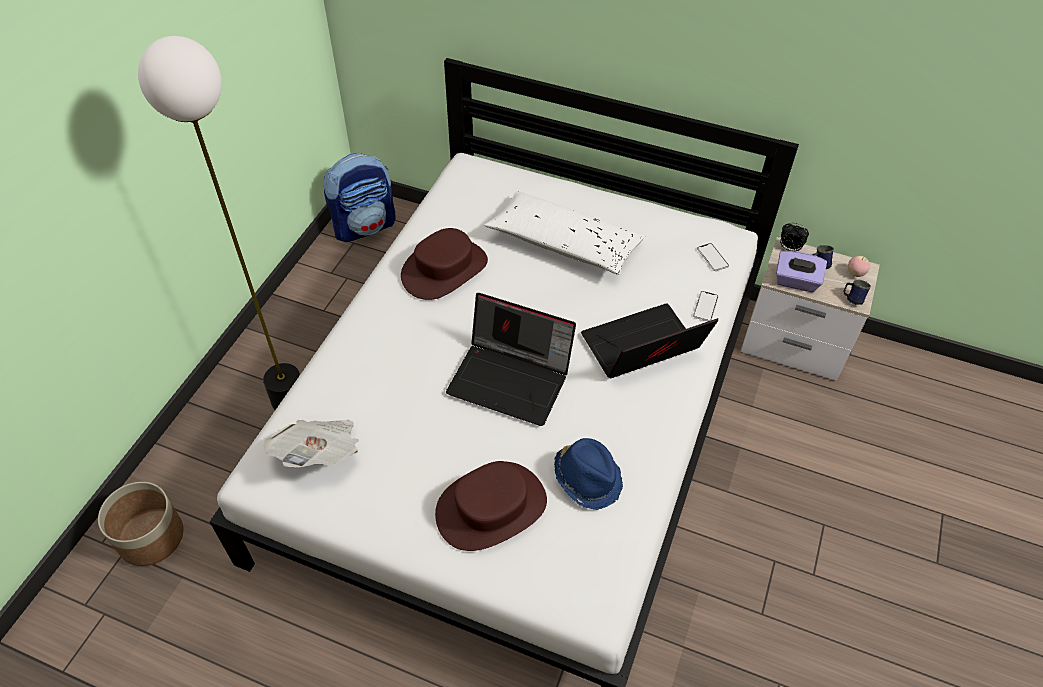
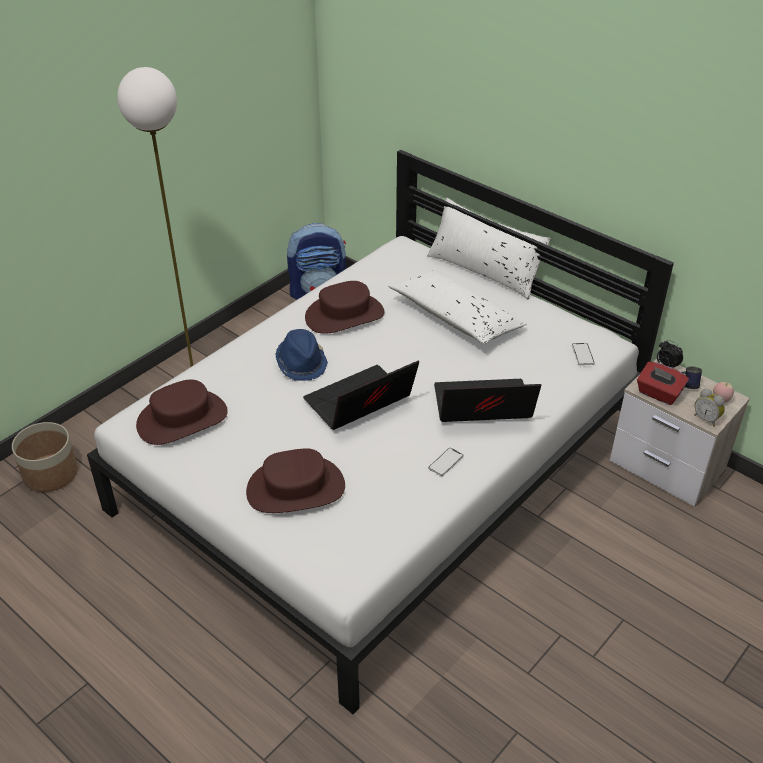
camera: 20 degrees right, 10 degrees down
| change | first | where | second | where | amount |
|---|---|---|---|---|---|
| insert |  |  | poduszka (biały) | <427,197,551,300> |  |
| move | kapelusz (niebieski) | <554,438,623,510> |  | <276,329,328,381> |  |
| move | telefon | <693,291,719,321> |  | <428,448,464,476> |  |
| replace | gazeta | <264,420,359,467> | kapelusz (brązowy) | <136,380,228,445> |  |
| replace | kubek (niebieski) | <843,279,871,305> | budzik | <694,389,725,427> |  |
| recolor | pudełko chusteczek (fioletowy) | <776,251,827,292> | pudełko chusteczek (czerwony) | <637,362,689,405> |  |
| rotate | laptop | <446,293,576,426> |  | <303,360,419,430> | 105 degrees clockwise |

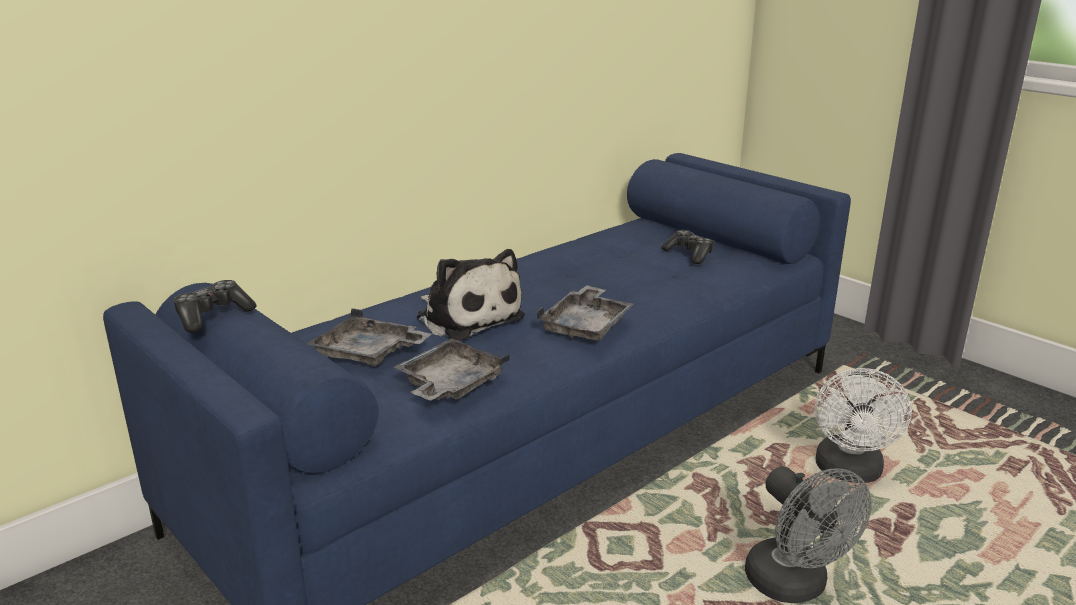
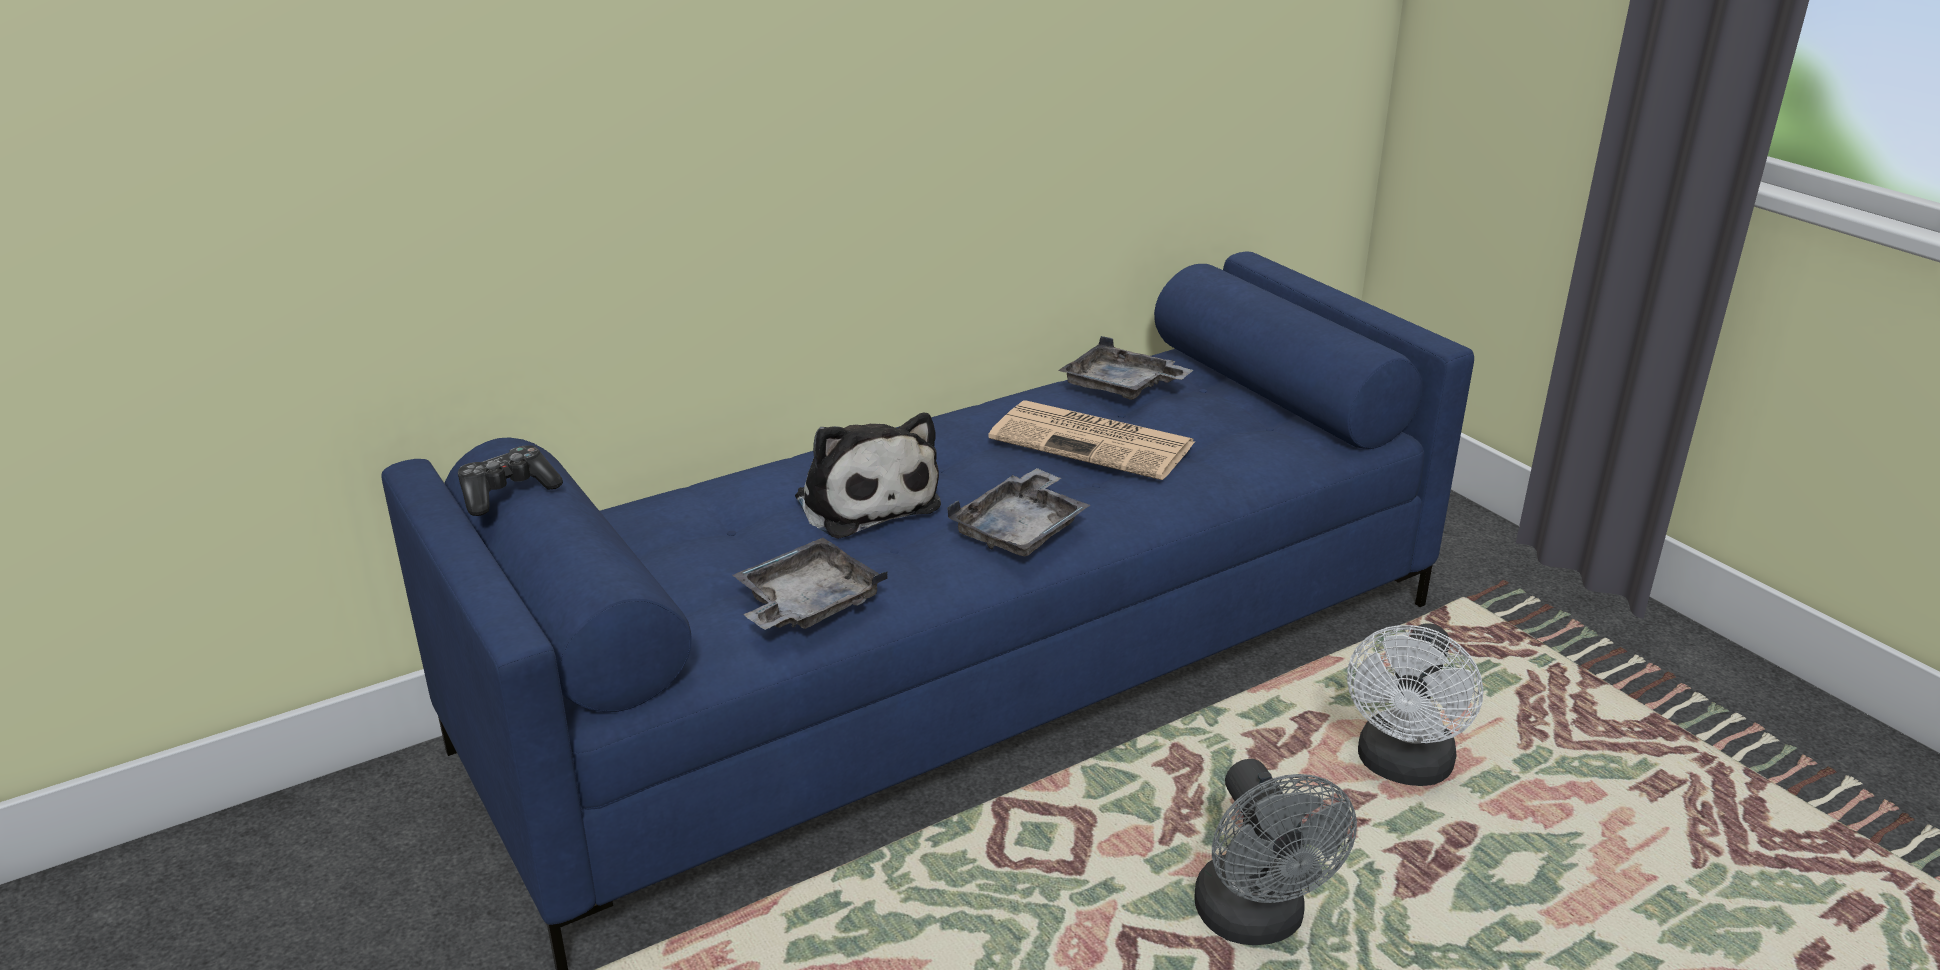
camera: 10 degrees right, 5 degrees up
| change | first | where | second | where | amount |
|---|---|---|---|---|---|
| delete | pad do gier | <662,230,715,264> |  |  |  |
| insert |  |  | gazeta | <988,401,1195,480> |  |
| move | taca (szary) | <307,309,431,366> |  | <1058,336,1193,400> |  |

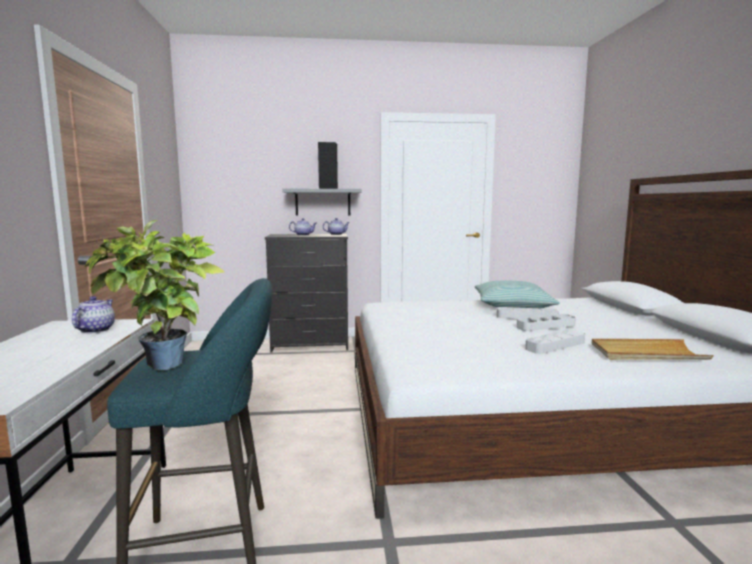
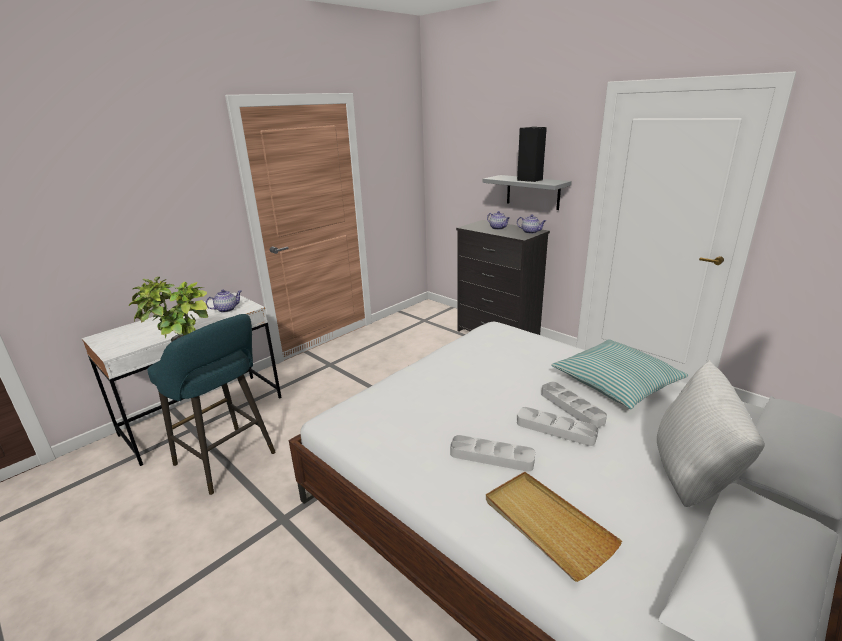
camera: 50 degrees right, 15 degrees up
| change | first | where | second | where | amount |
|---|---|---|---|---|---|
| insert |  |  | poduszka (biały) | <657,360,765,507> |  |

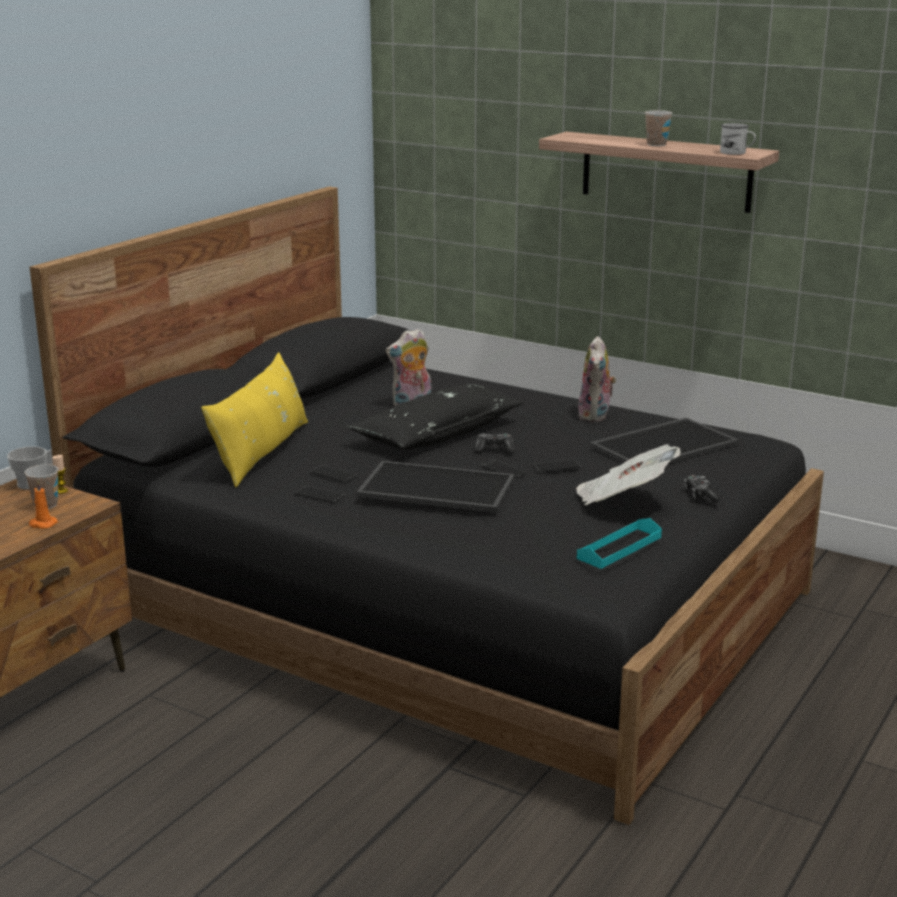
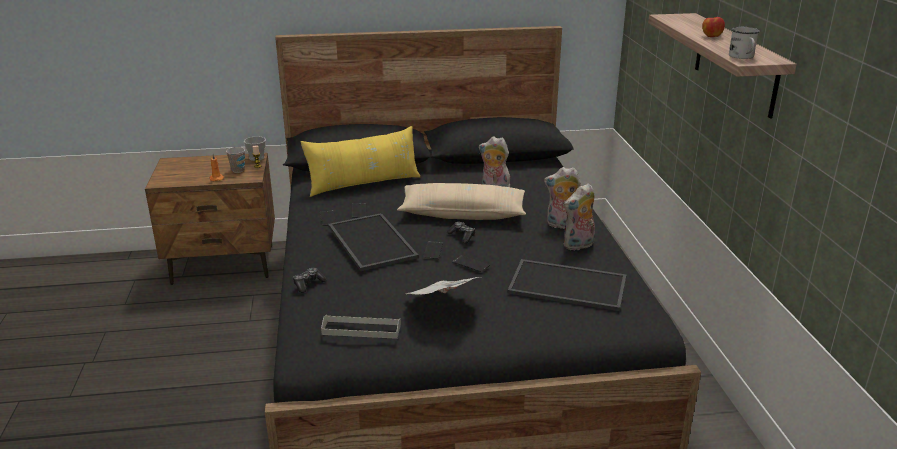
camera: 50 degrees right, 5 degrees up
| change | first | where | second | where | amount |
|---|---|---|---|---|---|
| insert |  |  | pluszak | <544,167,581,229> |  |
| move | pad do gier | <684,475,720,503> |  | <293,268,327,293> |  |
| replace | filiżanka | <645,110,672,146> | jabłko | <702,17,725,37> |  |
| recolor | poduszka (czarny) | <346,384,524,450> | poduszka (beżowy) | <397,183,526,220> |  |
| recolor | taca (turkusowy) | <577,518,662,569> | taca (szary) | <321,315,401,339> |  |

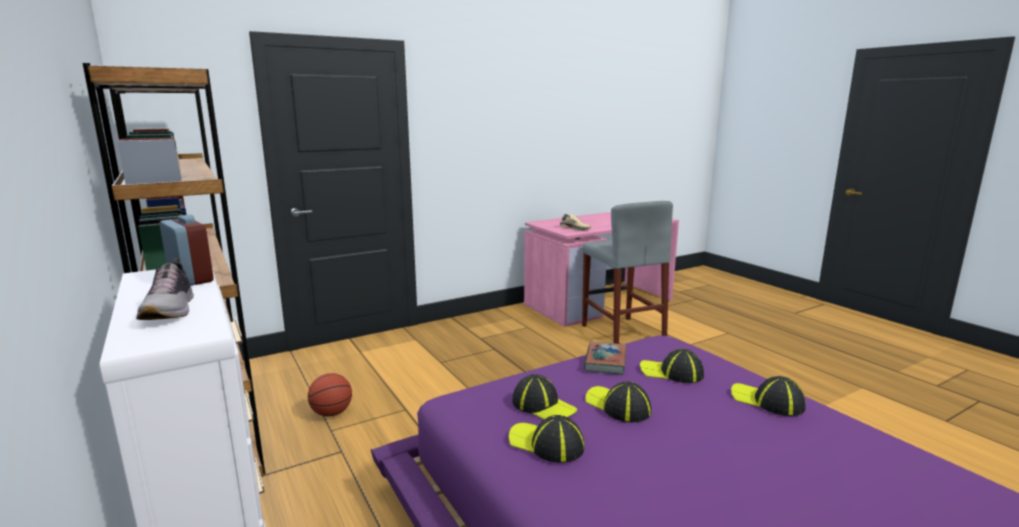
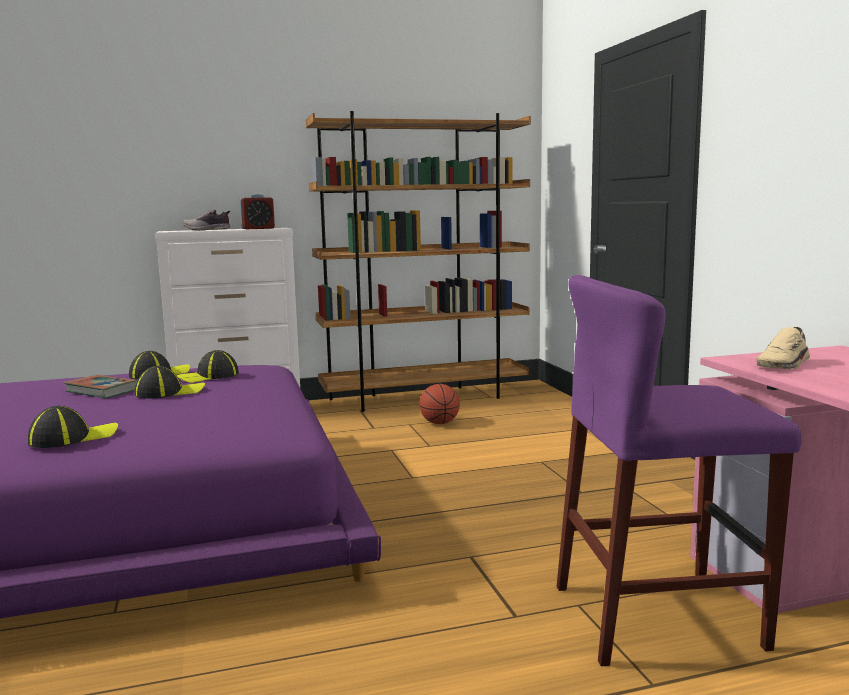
camera: 105 degrees right, 5 degrees down
| change | first | where | second | where | amount |
|---|---|---|---|---|---|
| delete | czapka z daszkiem | <640,349,704,383> |  |  |  |
| move | książka | <584,342,627,374> |  | <64,375,137,398> |  |
| recolor | stołek (szary) | <582,201,673,344> | stołek (fioletowy) | <557,275,802,666> |  |

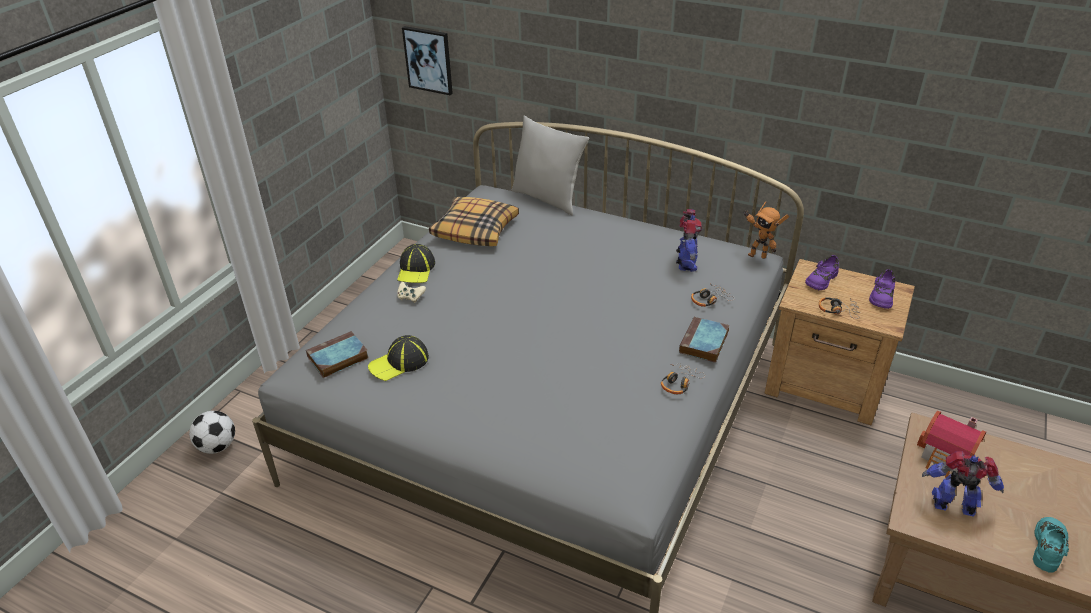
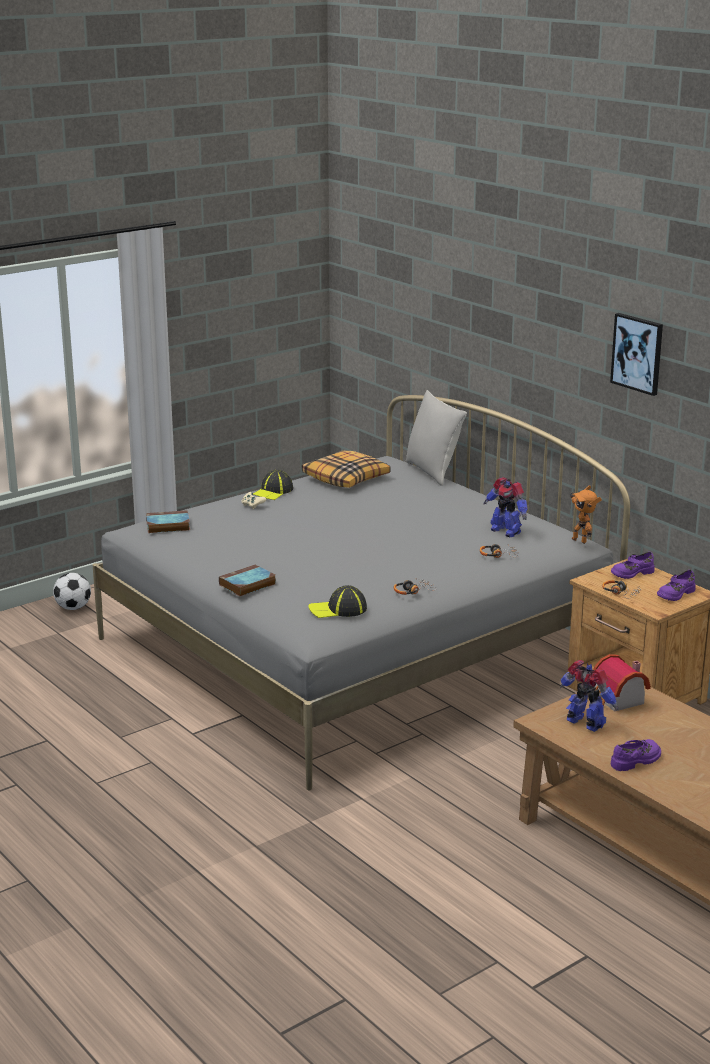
camera: 25 degrees right, 15 degrees down
| change | first | where | second | where | amount |
|---|---|---|---|---|---|
| move | czapka z daszkiem | <368,335,429,381> |  | <309,585,367,618> |  |
| move | obraz | <402,26,453,95> |  | <610,313,663,396> |  |
| move | książka | <679,317,729,363> |  | <219,564,276,597> |  |
| recolor | but (turkusowy) | <1033,517,1069,572> | but (fioletowy) | <611,739,661,771> |  |
| rotate | robot zabawkowy | <676,209,702,272> |  | <483,477,528,537> | 105 degrees clockwise |

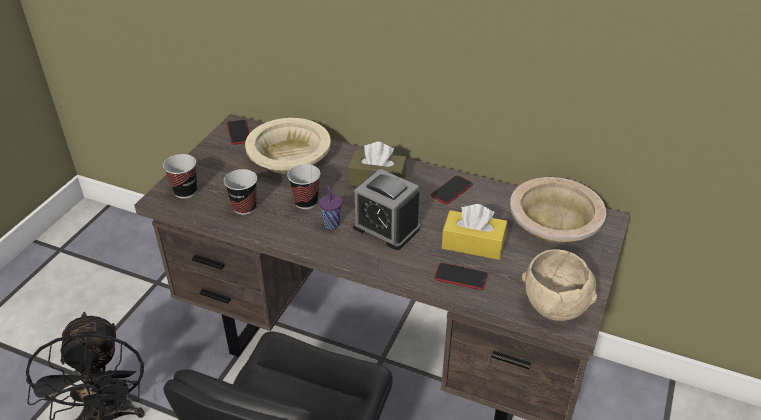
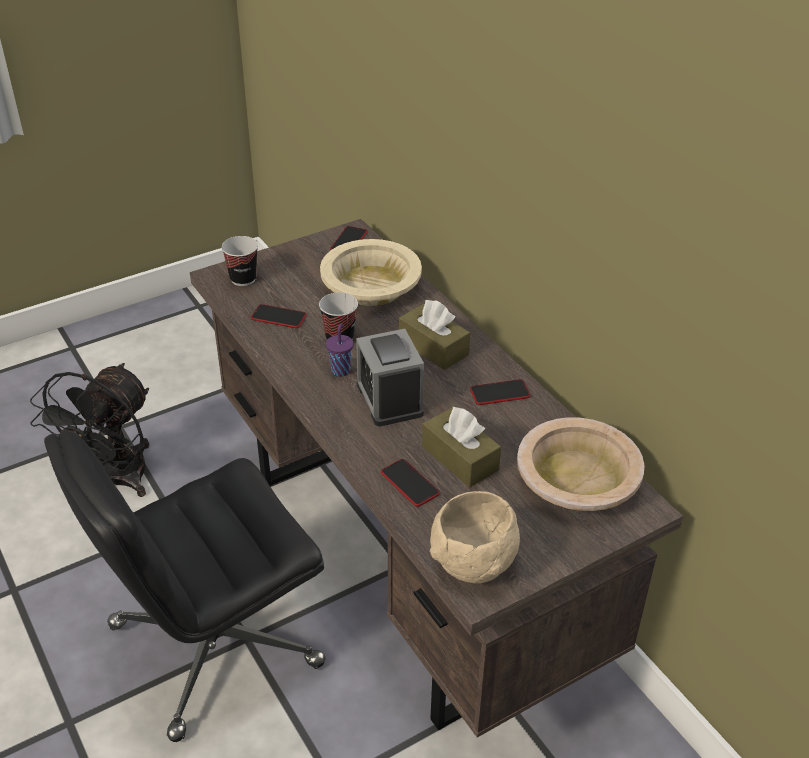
camera: 35 degrees right, 0 degrees up
| change | first | where | second | where | amount |
|---|---|---|---|---|---|
| replace | filiżanka | <224,169,257,215> | telefon | <251,304,307,328> |  |
| recolor | pudełko chusteczek (żółty) | <442,204,507,260> | pudełko chusteczek (brązowy) | <422,407,501,487> |  |

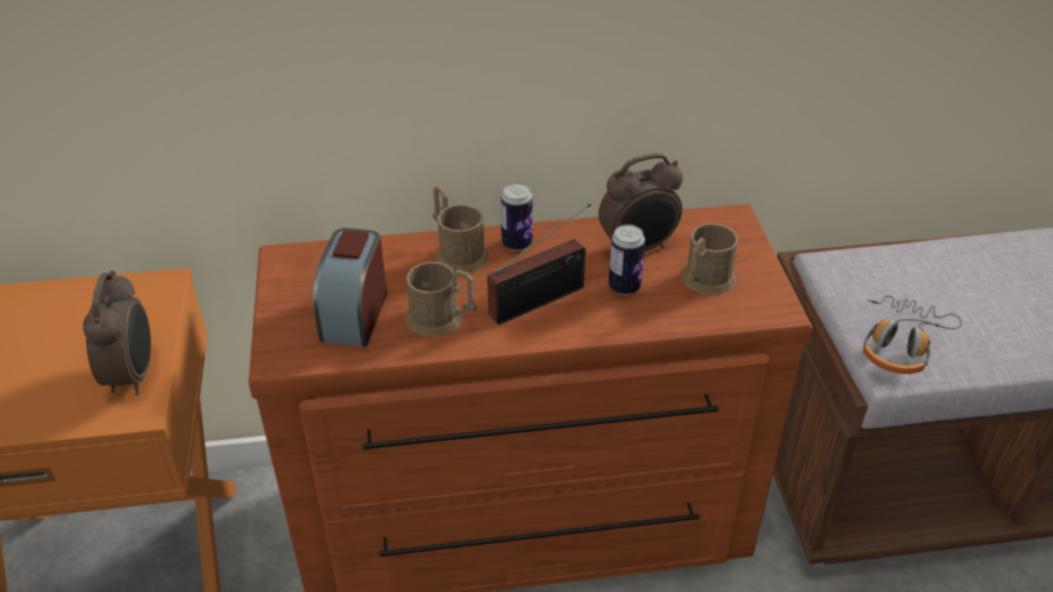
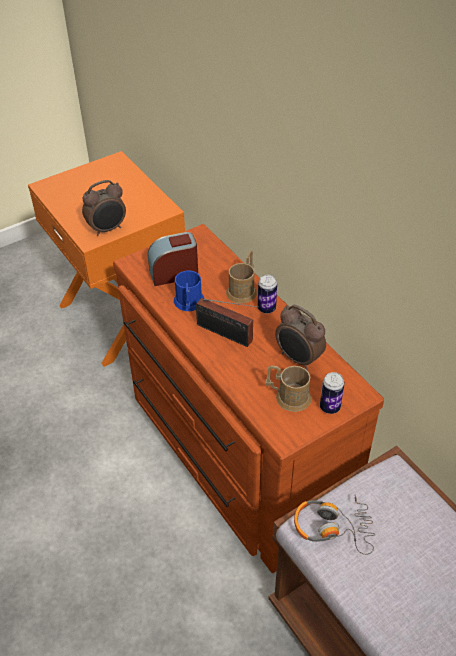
camera: 65 degrees right, 5 degrees up
| change | first | where | second | where | amount |
|---|---|---|---|---|---|
| move | puszka | <609,225,645,295> |  | <320,372,345,414> |  |
| recolor | kubek (brązowy) | <405,262,477,336> | kubek (niebieski) | <174,271,205,311> |  |

